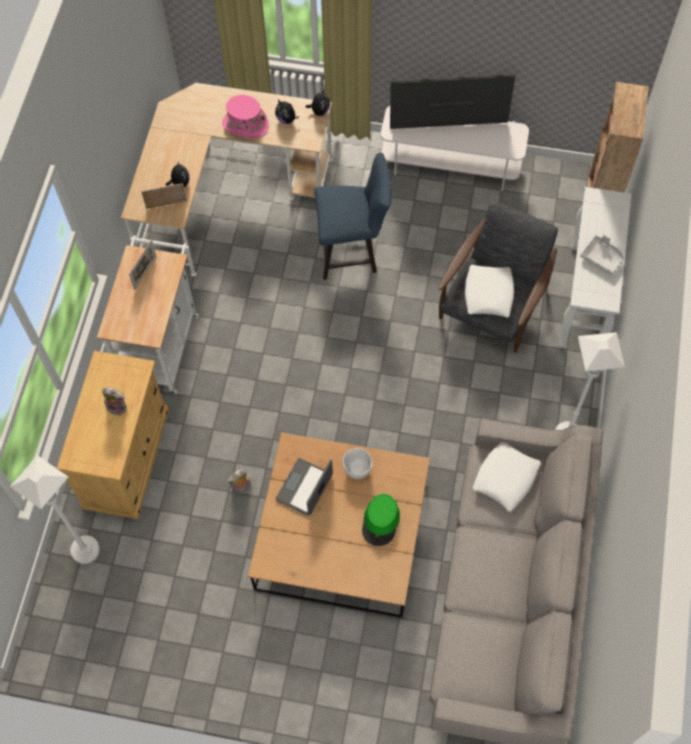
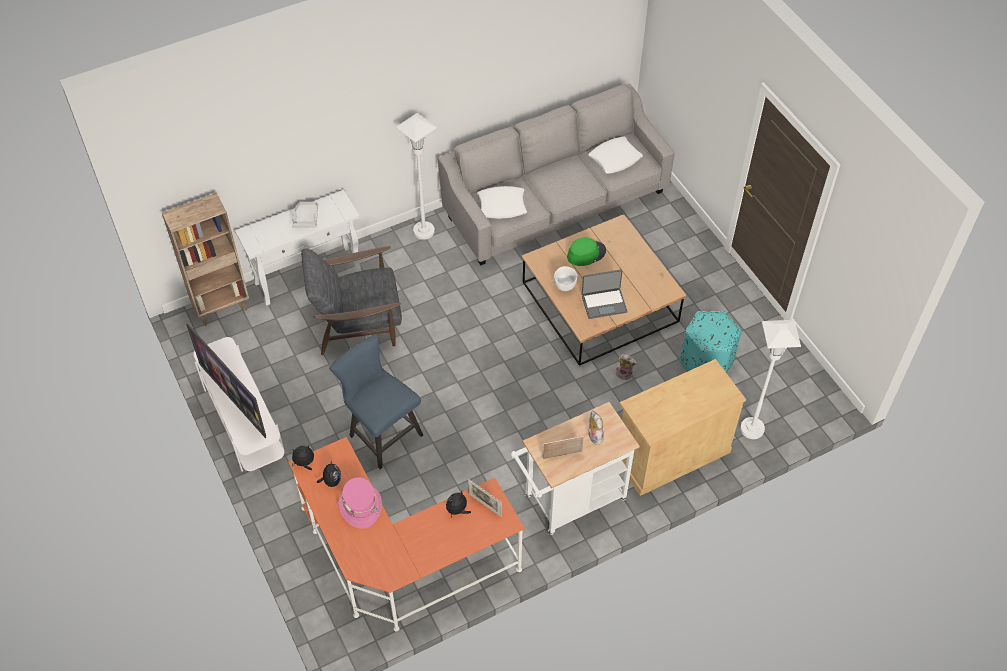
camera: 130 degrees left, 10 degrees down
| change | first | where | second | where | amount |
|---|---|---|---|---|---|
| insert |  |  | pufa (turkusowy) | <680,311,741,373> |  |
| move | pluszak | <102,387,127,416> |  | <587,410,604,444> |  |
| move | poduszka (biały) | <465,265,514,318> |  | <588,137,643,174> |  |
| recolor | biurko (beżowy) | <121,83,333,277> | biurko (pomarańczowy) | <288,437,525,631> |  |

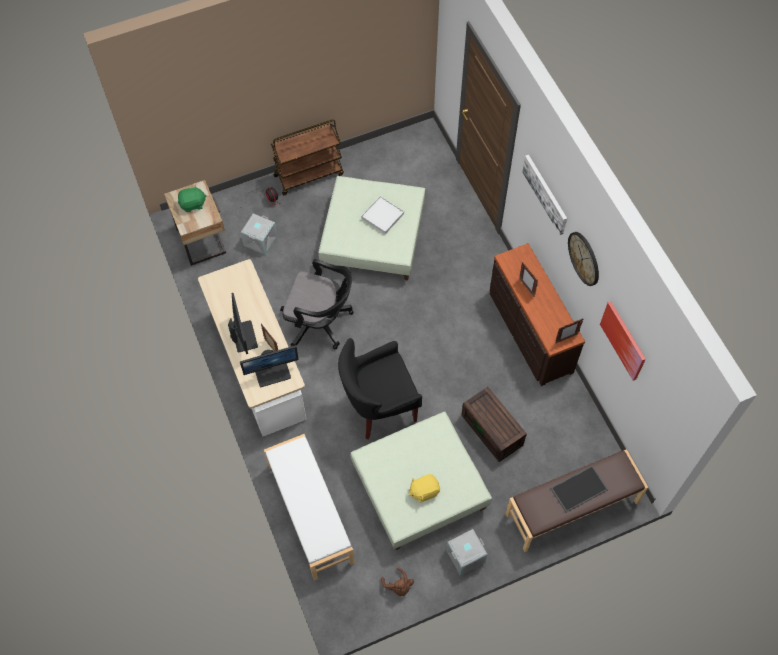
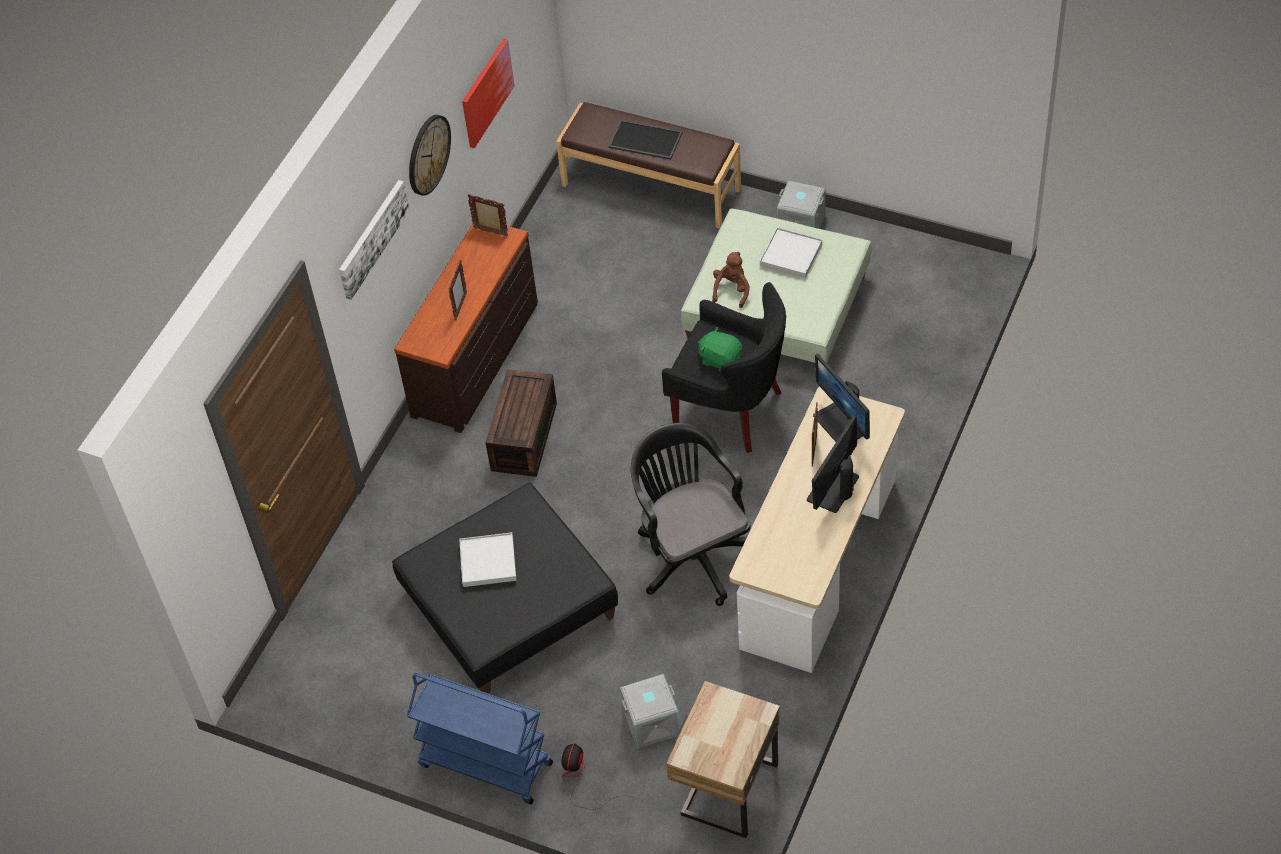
camera: 130 degrees left, 10 degrees down
| change | first | where | second | where | amount |
|---|---|---|---|---|---|
| delete | ławka (biały) | <264,434,355,580> |  |  |  |
| move | pluszak (zielony) | <178,185,207,212> |  | <698,326,742,372> |  |
| move | pluszak (brązowy) | <381,568,414,596> |  | <712,252,750,308> |  |
| move | pojemnik do przechowywania (brązowy) | <462,387,527,462> |  | <485,369,557,477> |  |
| replace | pluszak (żółty) | <409,474,440,503> | taca (biały) | <760,227,822,278> |  |
| recolor | wózek (brązowy) | <271,119,344,195> | wózek (niebieski) | <407,673,553,804> |  |
| recolor | pufa (zielony) | <319,176,425,280> | pufa (czarny) | <392,482,618,693> |  |
| rotate | monitor | <240,345,299,387> |  | <813,354,870,442> | 150 degrees counterclockwise |

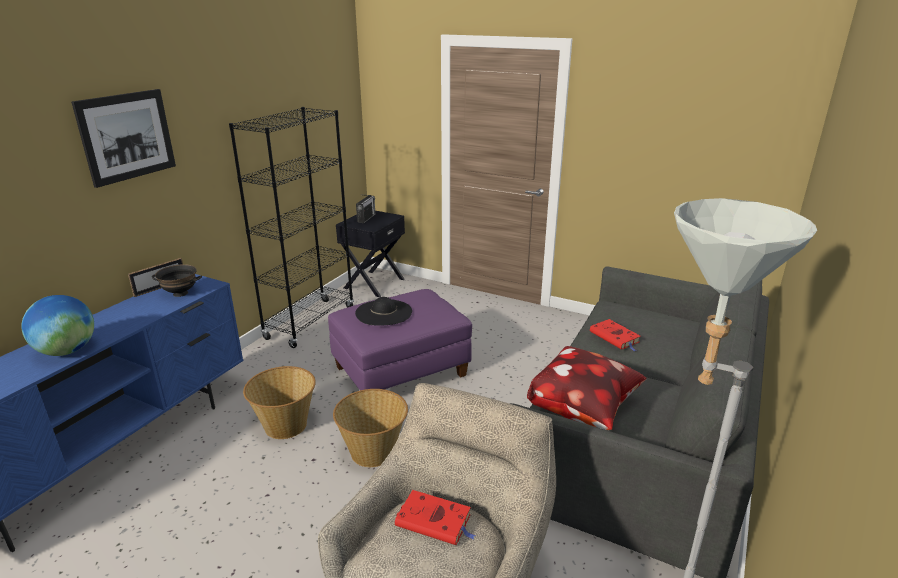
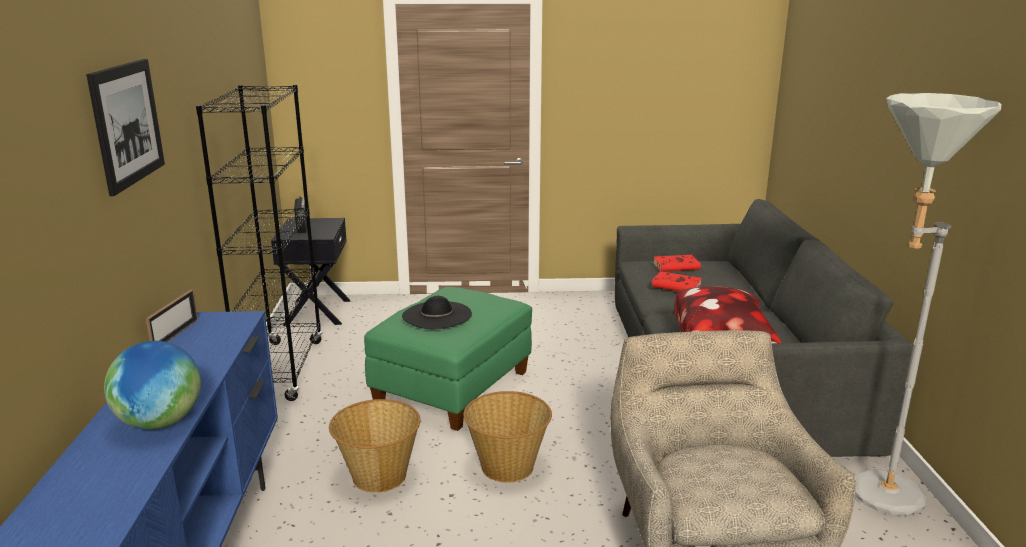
camera: 30 degrees left, 5 degrees down
| change | first | where | second | where | amount |
|---|---|---|---|---|---|
| delete | miska (czarny) | <152,264,202,297> |  |  |  |
| move | książka (czerwony) | <395,490,476,545> |  | <653,255,705,272> |  |
| recolor | pufa (fioletowy) | <328,289,472,390> | pufa (zielony) | <364,287,532,431> |  |

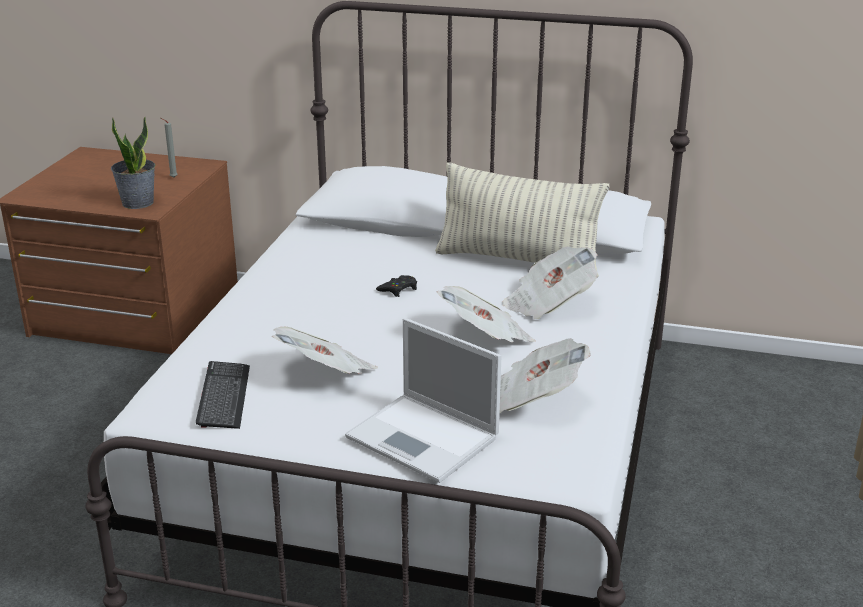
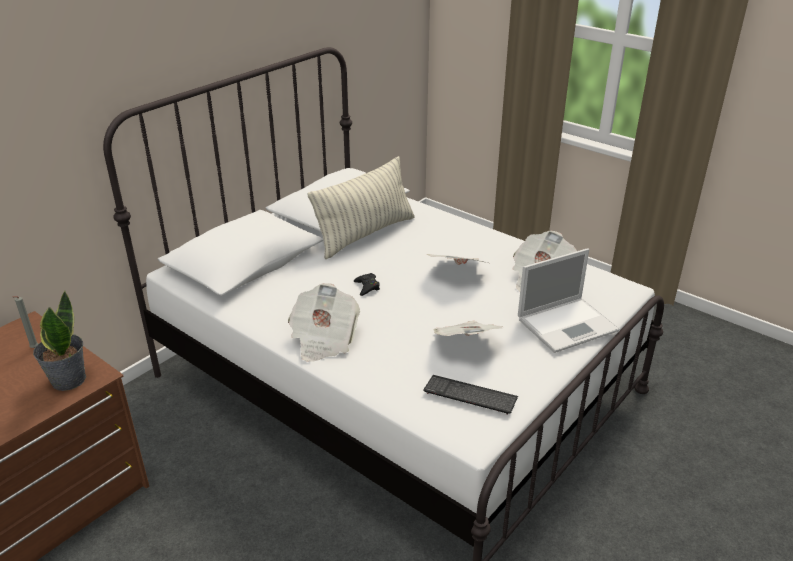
camera: 65 degrees left, 5 degrees up
| change | first | where | second | where | amount |
|---|---|---|---|---|---|
| move | gazeta | <502,246,598,319> |  | <288,283,360,362> |  |

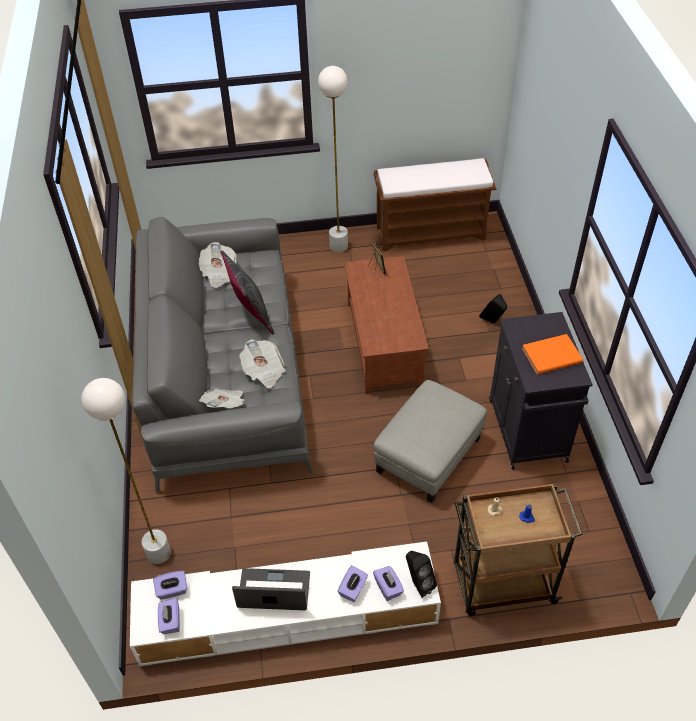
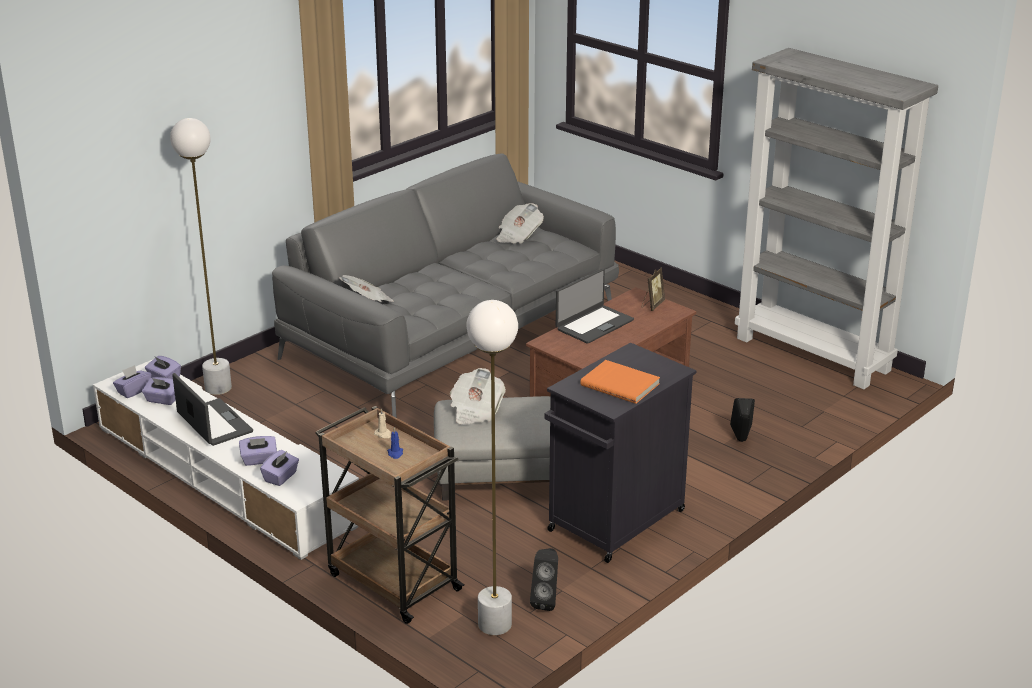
camera: 50 degrees right, 20 degrees down
| change | first | where | second | where | amount |
|---|---|---|---|---|---|
| delete | poduszka (szary) | <220,250,274,334> |  |  |  |
| insert |  |  | pudełko chusteczek (fioletowy) | <142,377,176,405> |  |
| insert |  |  | laptop | <556,269,634,344> |  |
| move | gazeta | <239,339,286,388> |  | <450,368,506,425> |  |
| move | lampa stojąca (biały) | <318,66,348,252> |  | <466,300,518,635> |  |
| move | głośnik (czarny) | <406,551,437,598> |  | <530,548,558,611> |  |
| replace | ławka (brązowy) | <374,158,496,251> | regał (szary) | <735,48,938,389> |  |

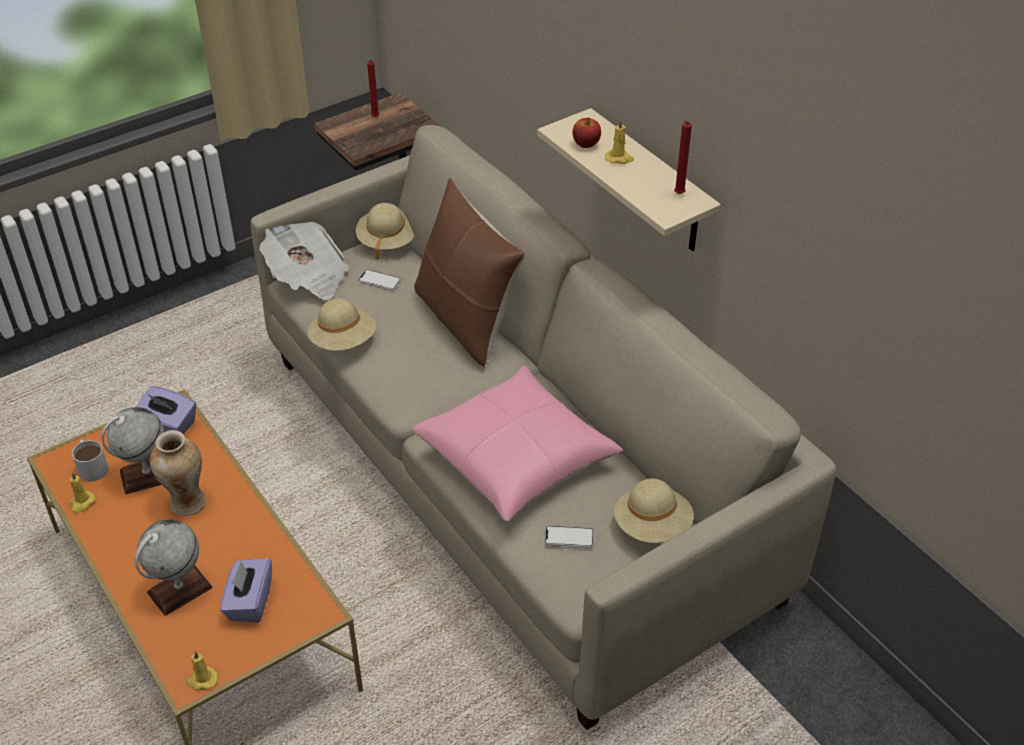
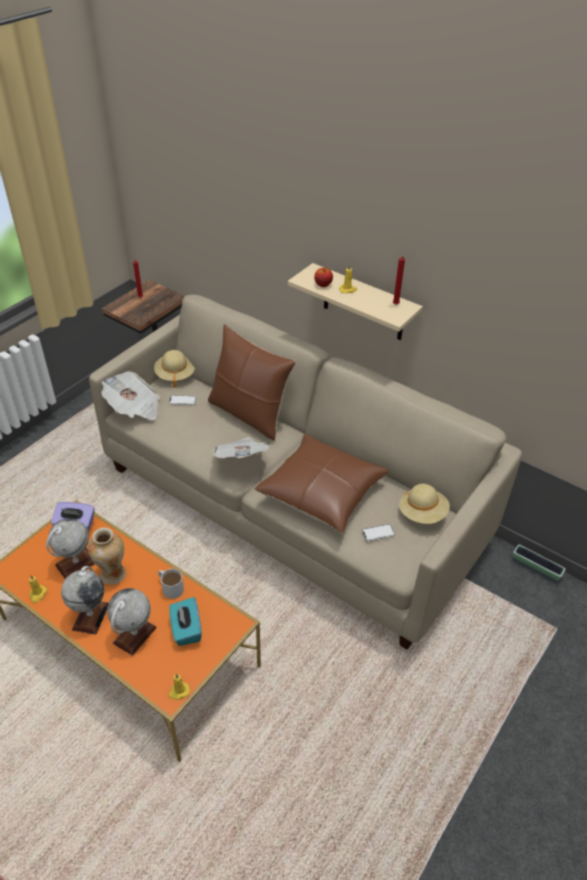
camera: 20 degrees left, 0 degrees up
| change | first | where | second | where | amount |
|---|---|---|---|---|---|
| delete | kapelusz (beżowy) | <307,298,376,351> |  |  |  |
| insert |  |  | globus | <61,566,109,635> |  |
| insert |  |  | gazeta | <212,437,270,458> |  |
| insert |  |  | donica | <513,545,566,582> |  |
| move | kubek (biały) | <72,440,108,482> |  | <158,569,184,599> |  |
| recolor | pudełko chusteczek (fioletowy) | <220,558,272,623> | pudełko chusteczek (turkusowy) | <169,597,202,646> |  |
| recolor | poduszka (różowy) | <412,366,623,521> | poduszka (brązowy) | <255,434,389,532> |  |

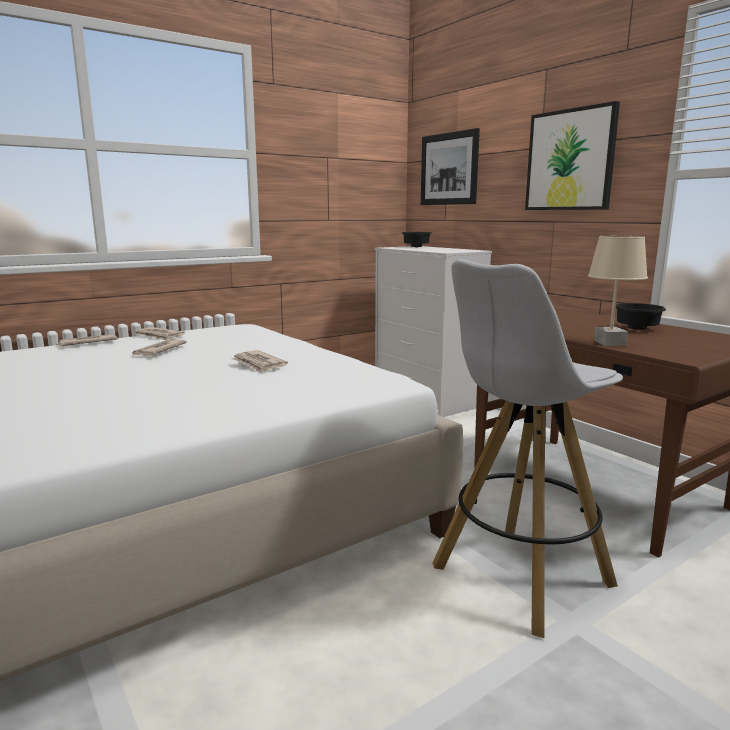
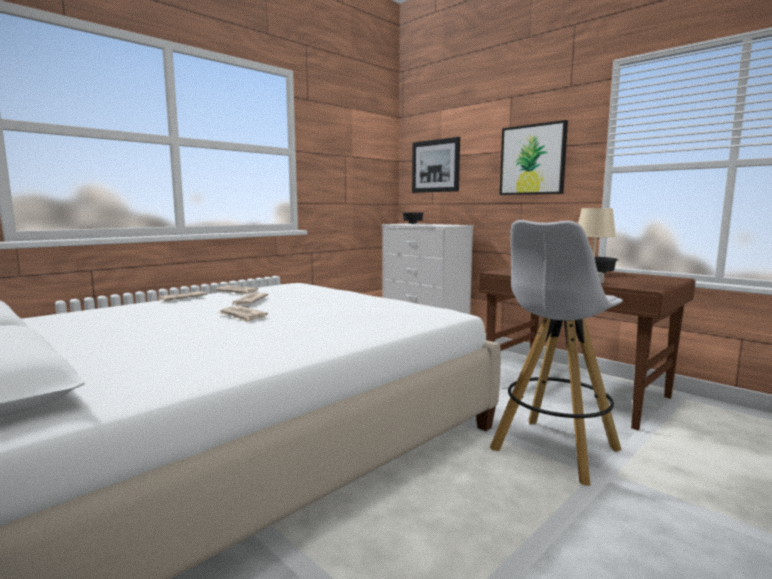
camera: 10 degrees left, 5 degrees down
| change | first | where | second | where | amount |
|---|---|---|---|---|---|
| move | gazeta | <231,350,288,373> |  | <218,306,268,322> |  |

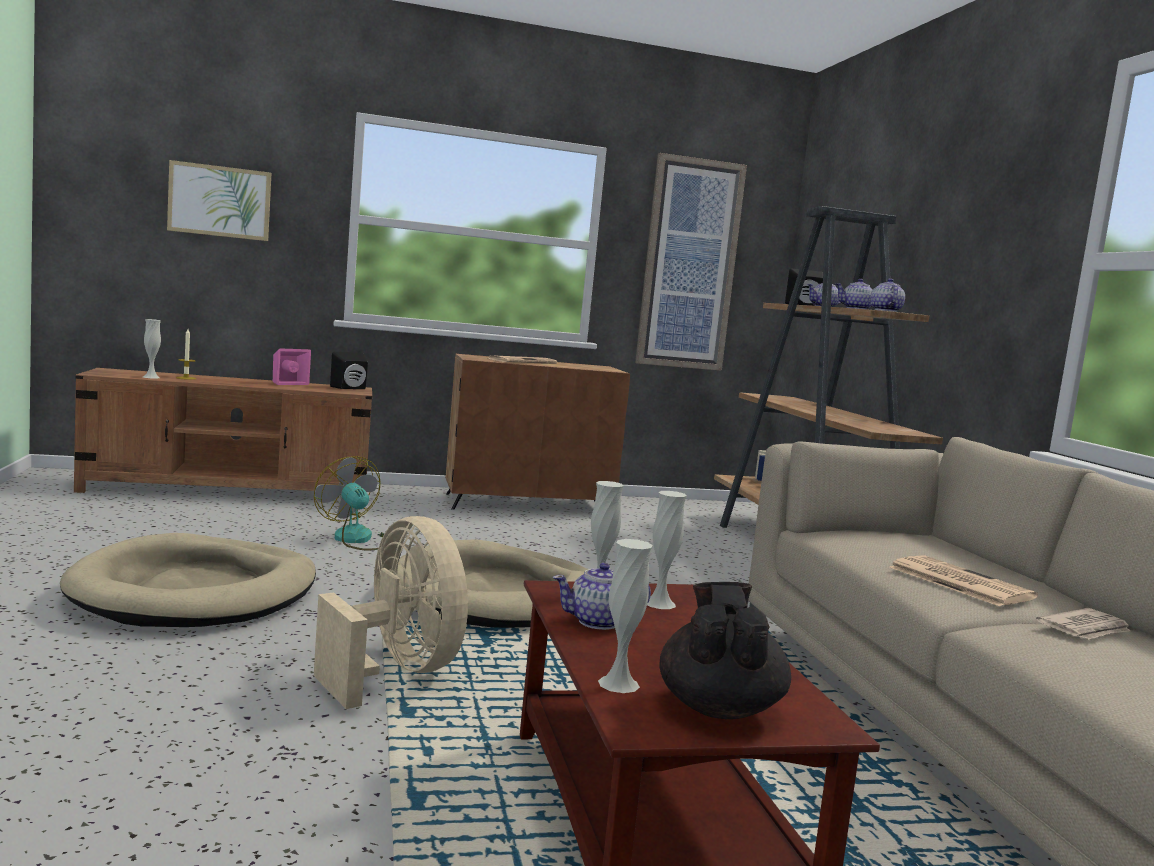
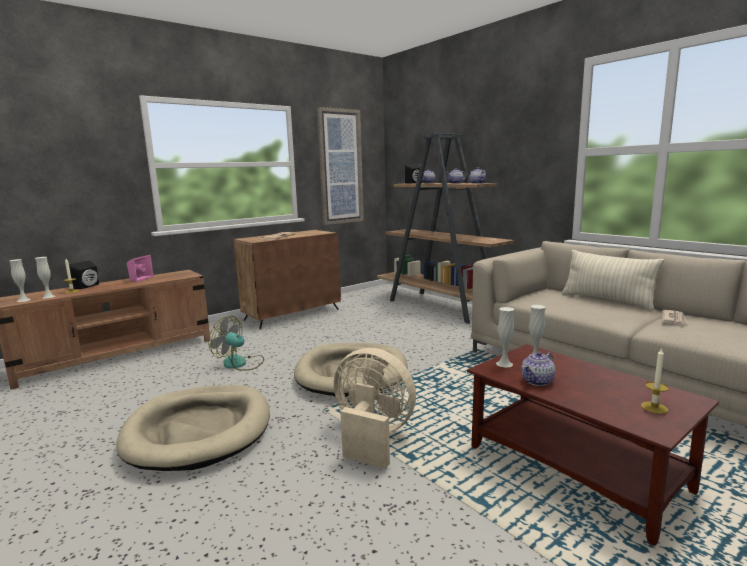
camera: 25 degrees left, 5 degrees up
| change | first | where | second | where | amount |
|---|---|---|---|---|---|
| delete | obraz | <167,160,272,241> |  |  |  |
| delete | gazeta | <889,555,1038,606> |  |  |  |
| insert |  |  | poduszka (beżowy) | <562,250,664,310> |  |
| move | głośnik (czarny) | <330,352,368,389> |  | <69,260,99,289> |  |
| move | wazon (biały) | <598,539,653,693> |  | <9,259,31,302> |  |
| replace | imbryk (czarny) | <659,582,791,719> | świeca | <641,347,669,414> |  |

